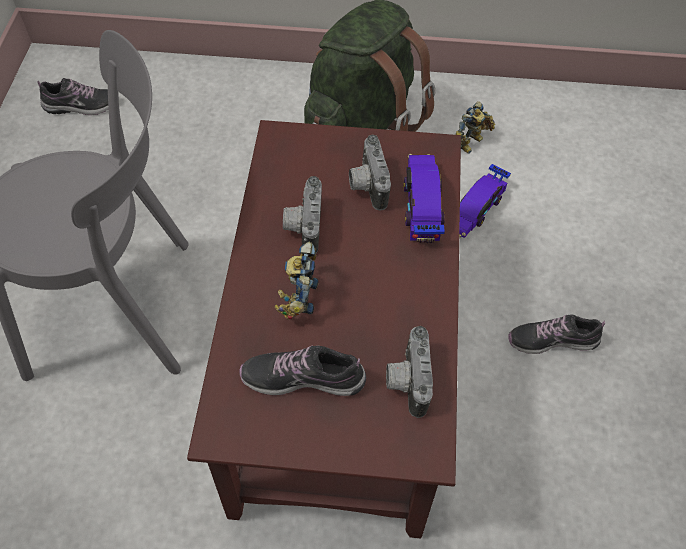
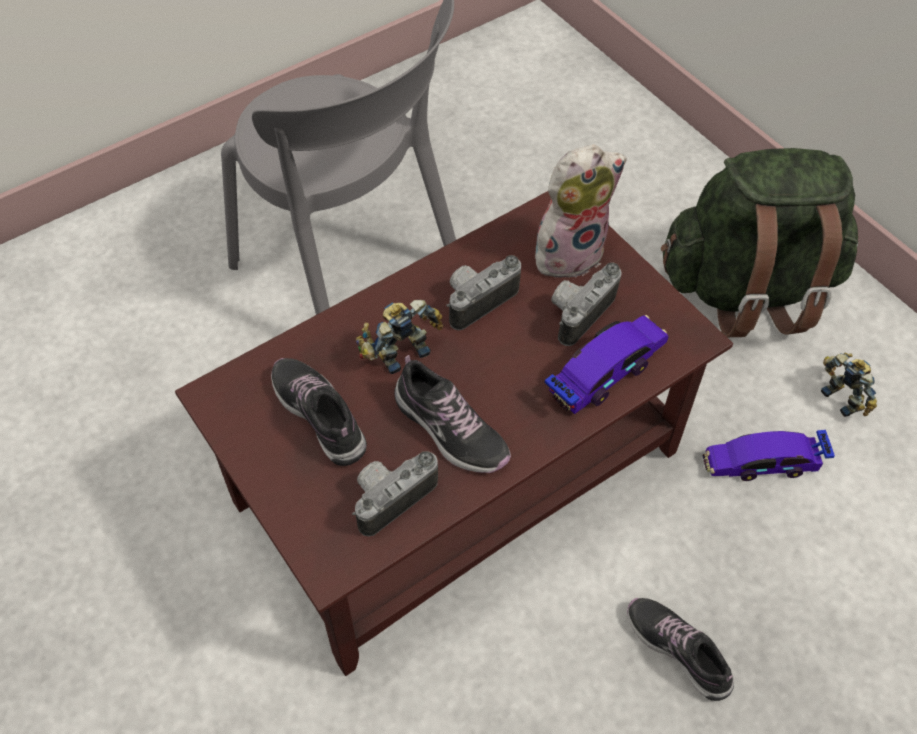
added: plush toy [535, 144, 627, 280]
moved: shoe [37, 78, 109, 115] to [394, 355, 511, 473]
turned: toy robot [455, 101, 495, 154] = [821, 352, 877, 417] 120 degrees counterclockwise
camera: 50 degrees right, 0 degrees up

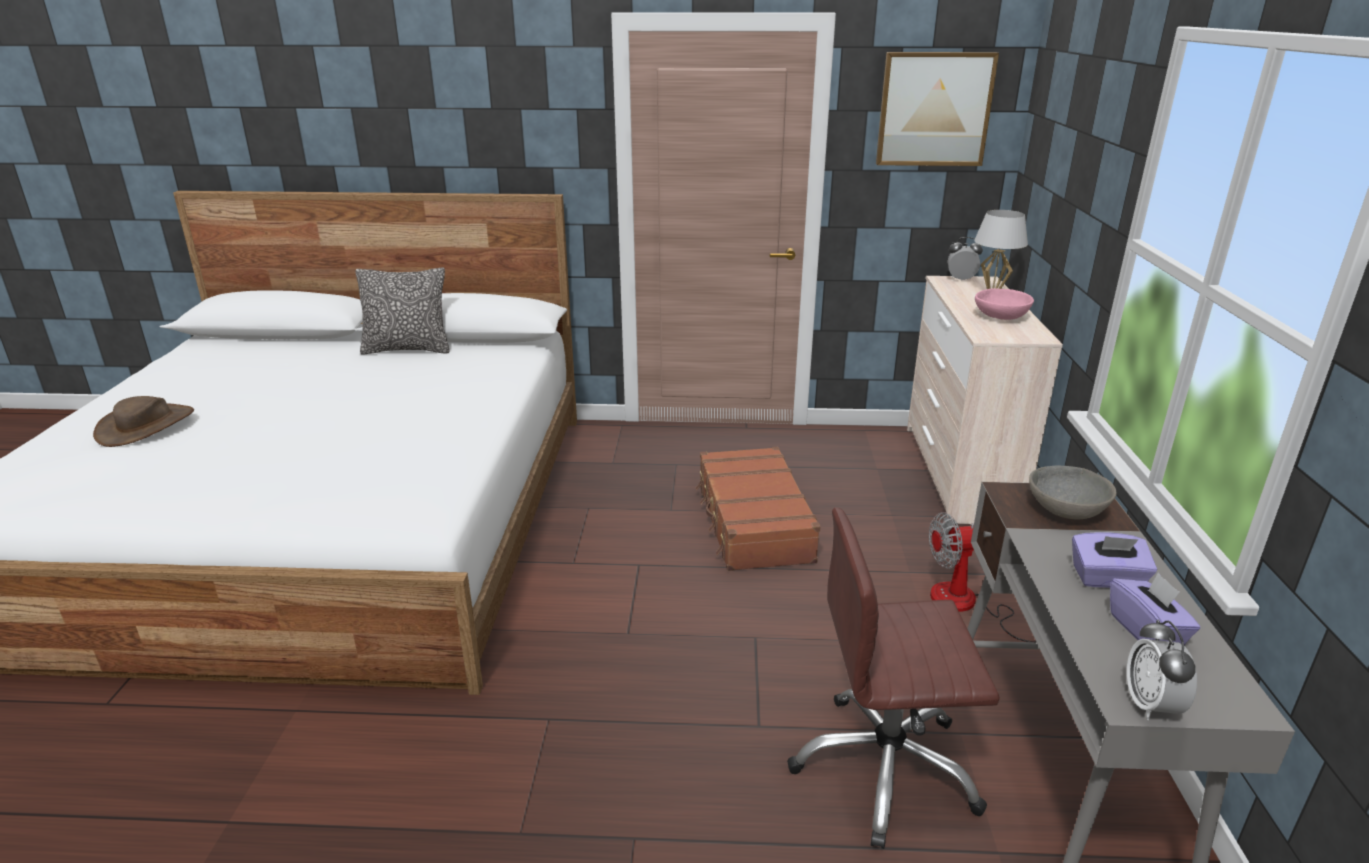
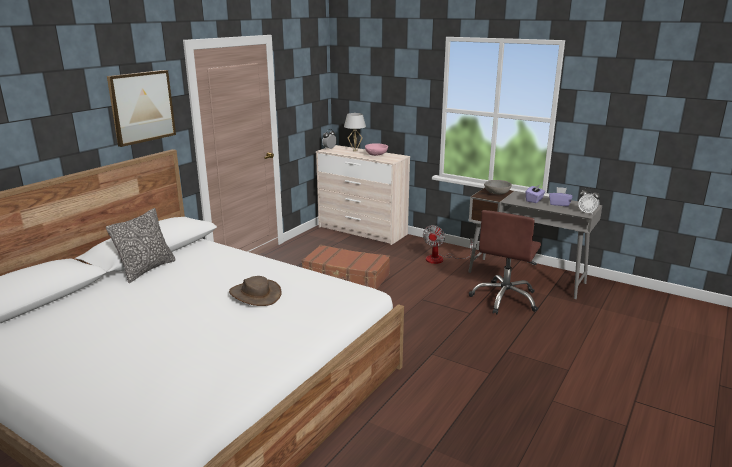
moved: brown hat [93, 396, 194, 447] to [229, 276, 281, 306]; picture [876, 52, 999, 166] to [107, 70, 176, 147]
camera: 60 degrees left, 5 degrees down

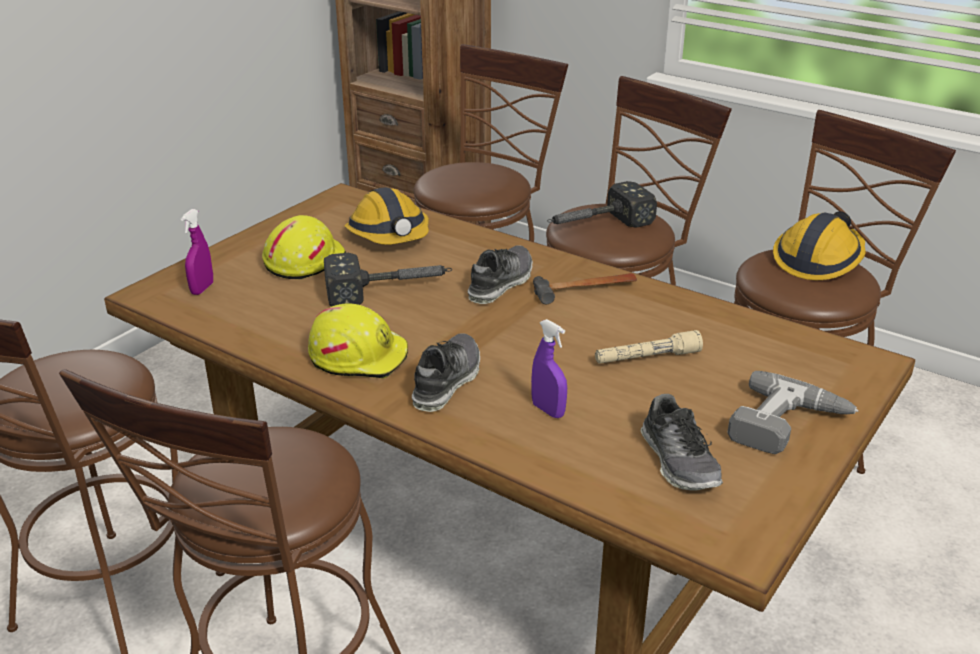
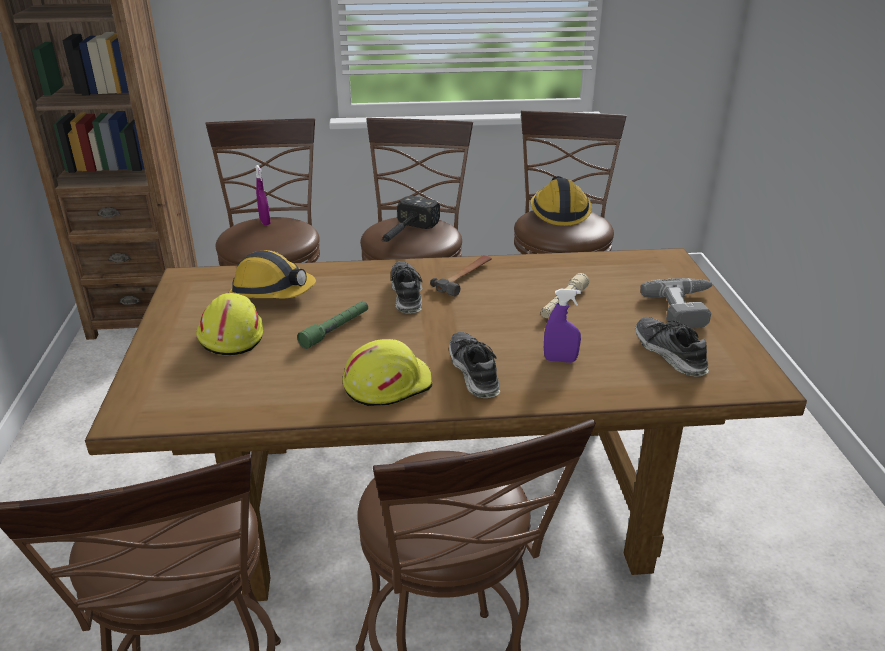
moved: purple spray bottle [181, 209, 213, 295] to [255, 165, 270, 225]
replaced: hammer [324, 253, 452, 307] to green flashlight [297, 301, 368, 349]
turned: shoe [640, 394, 723, 491] = [635, 317, 709, 377] 150 degrees counterclockwise
camera: 40 degrees left, 0 degrees up

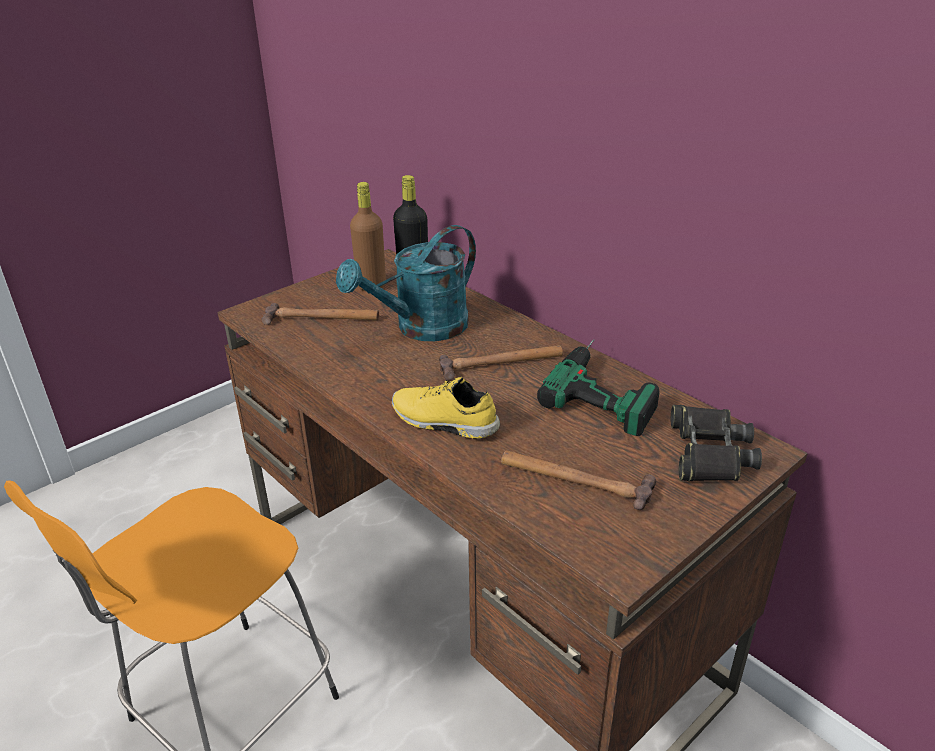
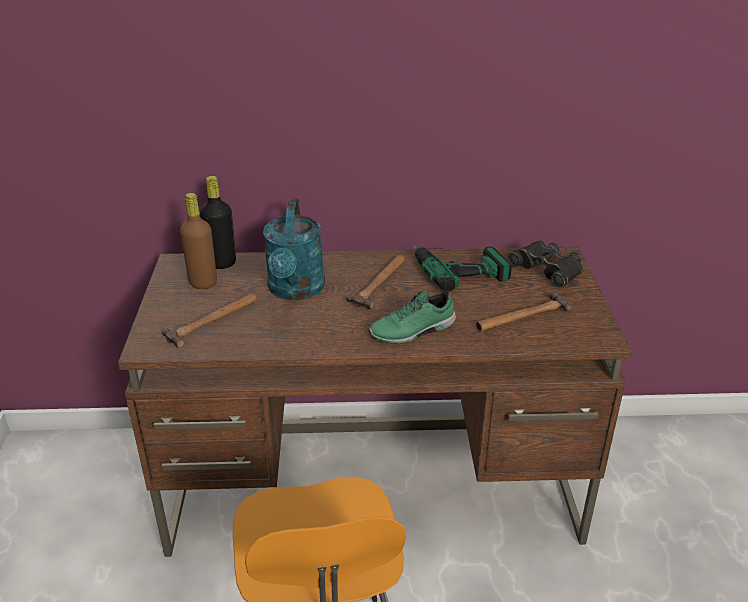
recoloured: yellow shoe [392, 377, 500, 439] to green shoe [368, 290, 456, 344]
camera: 50 degrees left, 0 degrees up

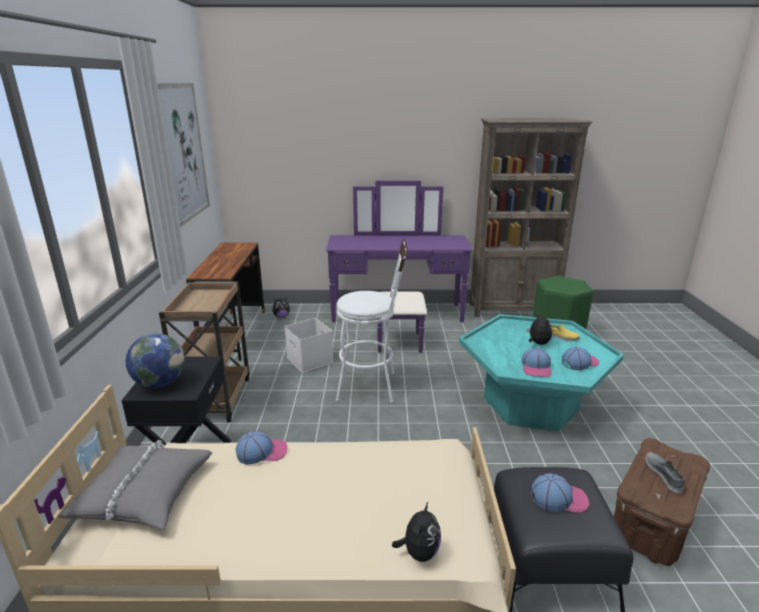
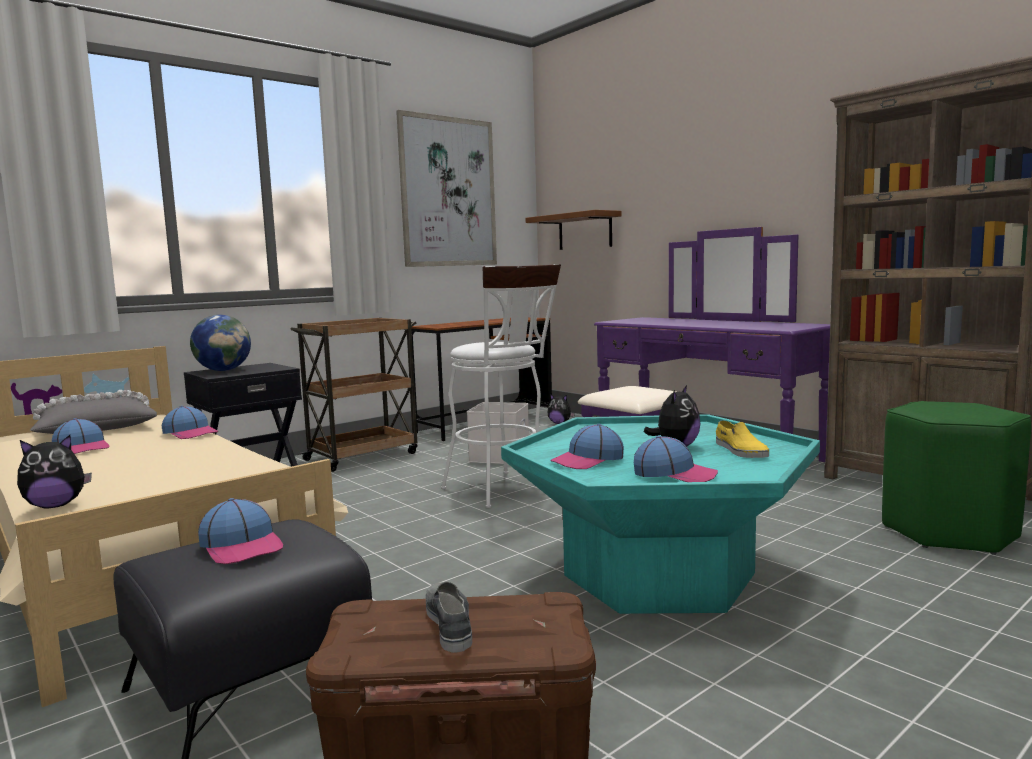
added: cap [52, 418, 110, 454]; brown shelf [526, 210, 621, 250]
turned: grey shoe [645, 452, 685, 493] = [426, 582, 472, 653] 60 degrees counterclockwise
camera: 50 degrees right, 15 degrees down

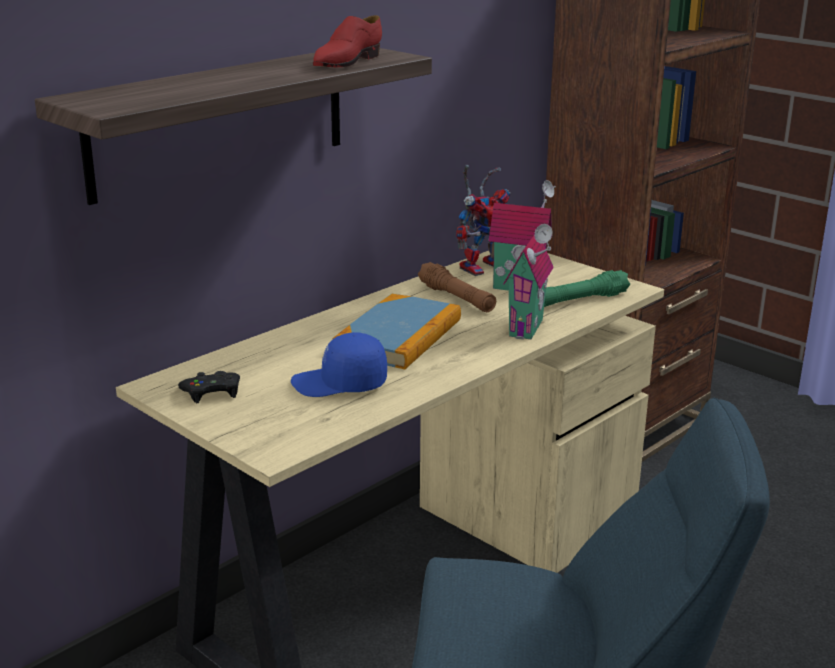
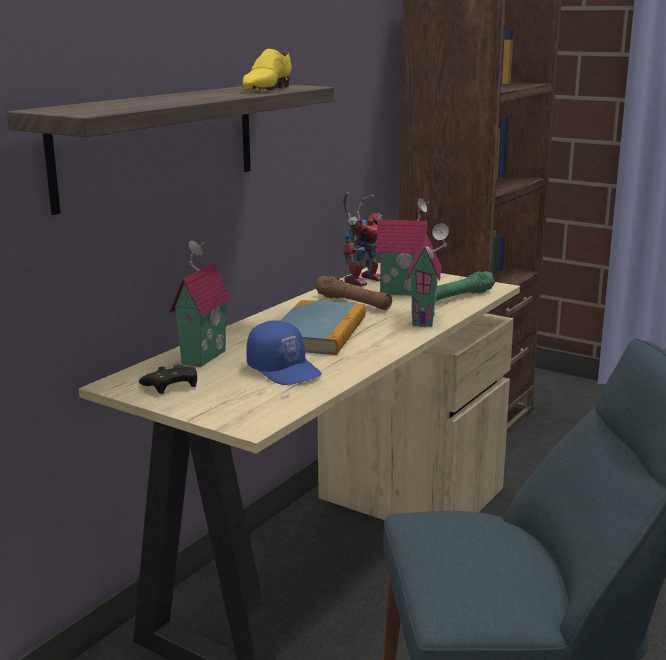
added: toy house [170, 240, 232, 367]
recoloured: red shoe [313, 15, 382, 67] to yellow shoe [242, 49, 291, 91]
turned: blue cap [291, 332, 387, 397] = [246, 320, 322, 385] 120 degrees counterclockwise
camera: 10 degrees left, 5 degrees down

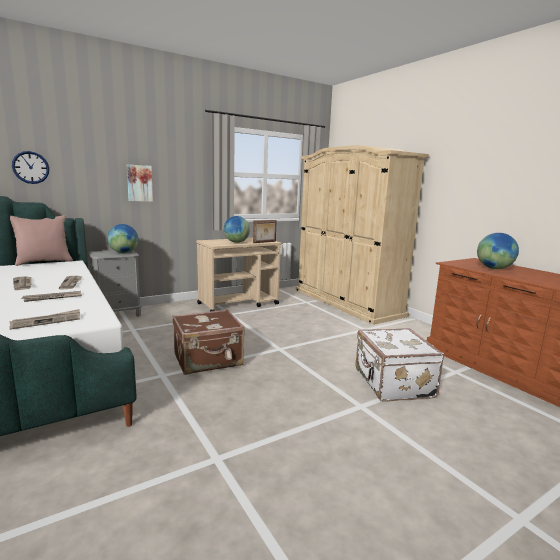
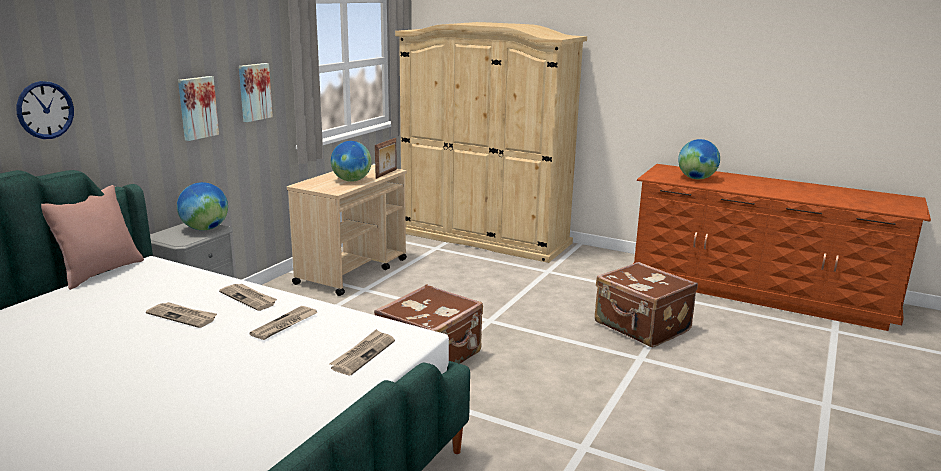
added: picture [239, 63, 273, 122]
recoloured: white suitcase [355, 328, 444, 402] to brown suitcase [595, 262, 698, 347]
camera: 30 degrees left, 5 degrees up

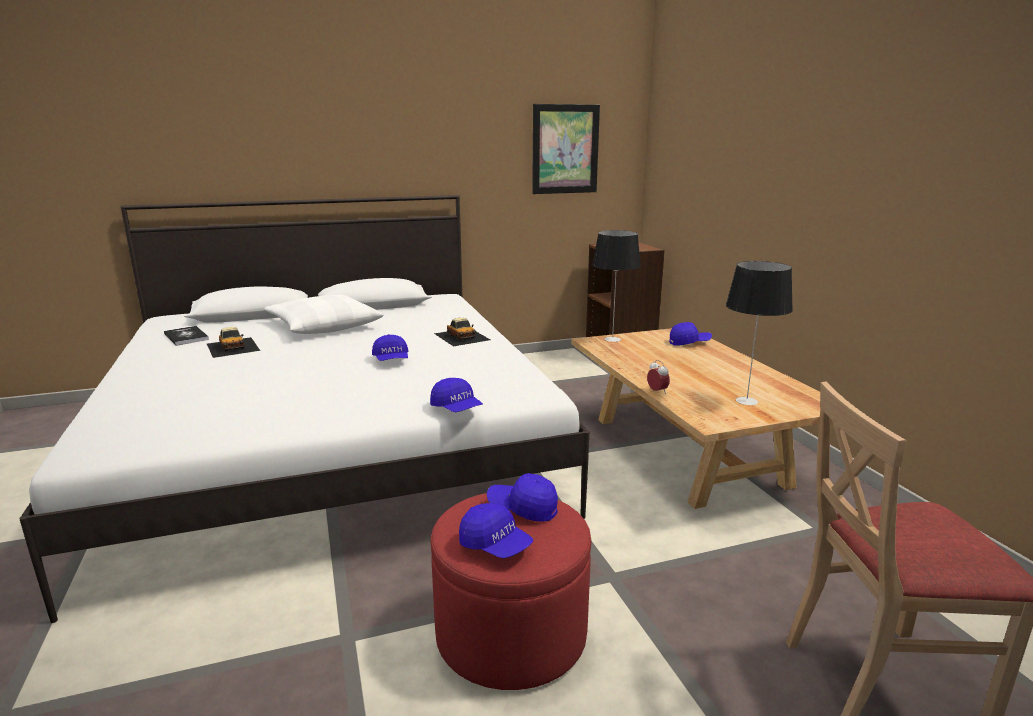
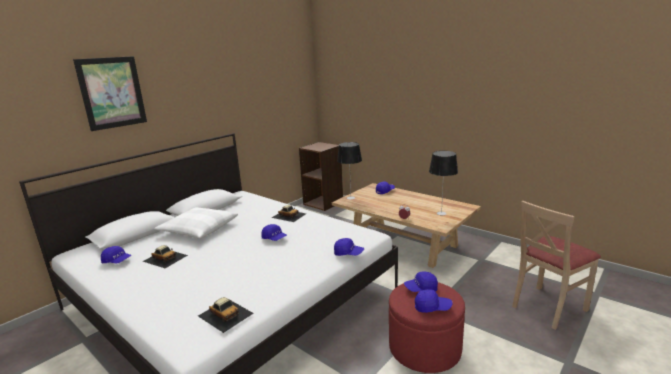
added: toy car [198, 297, 253, 333]
moved: picture [532, 104, 600, 194] to [73, 56, 147, 131]
replaced: book [164, 326, 209, 346] to blue cap [101, 246, 131, 263]
camera: 30 degrees left, 0 degrees up

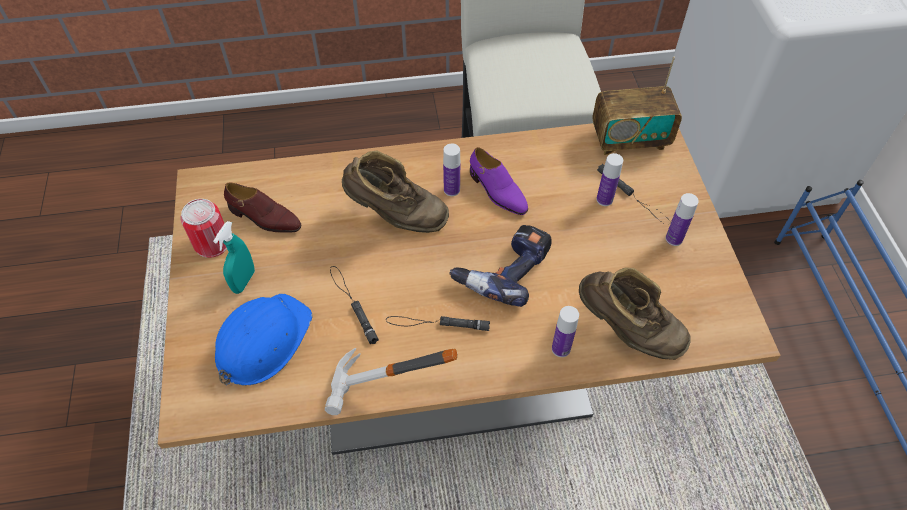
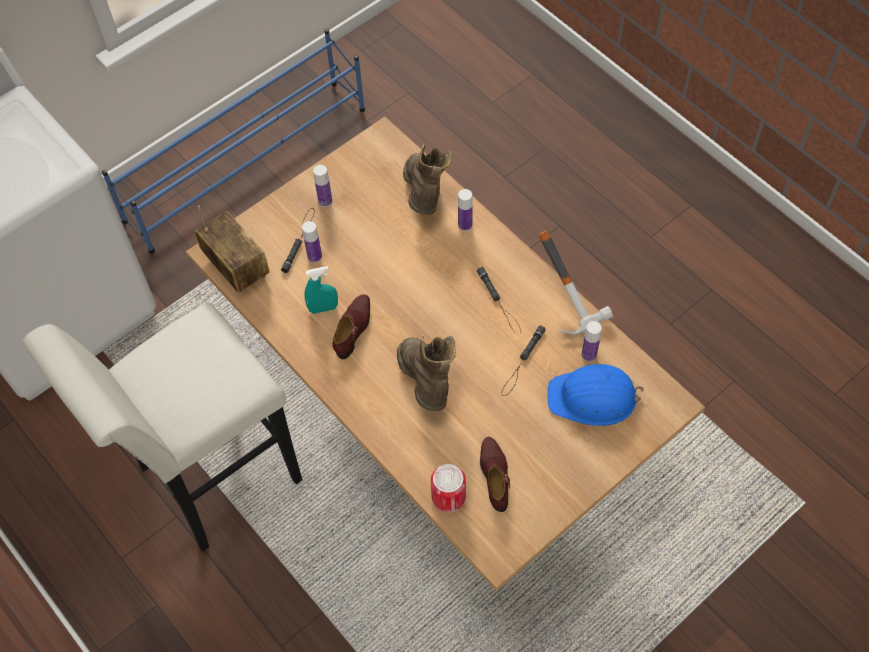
removed: power drill [449, 225, 552, 307]
moved: can [181, 199, 227, 258] to [431, 464, 466, 512]; turquoise spray bottle [213, 221, 255, 294] to [305, 266, 338, 314]; bottle [443, 144, 460, 196] to [581, 321, 602, 362]
recoloured: purple shoe [470, 147, 528, 215] to brown shoe [332, 295, 370, 359]
camera: 120 degrees left, 5 degrees up

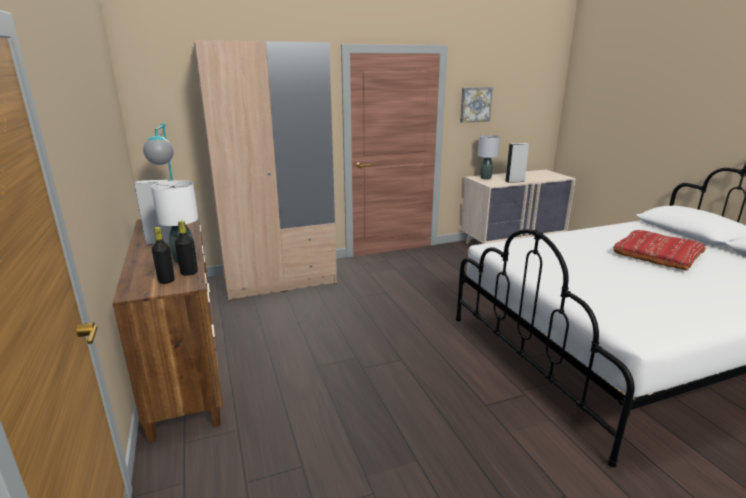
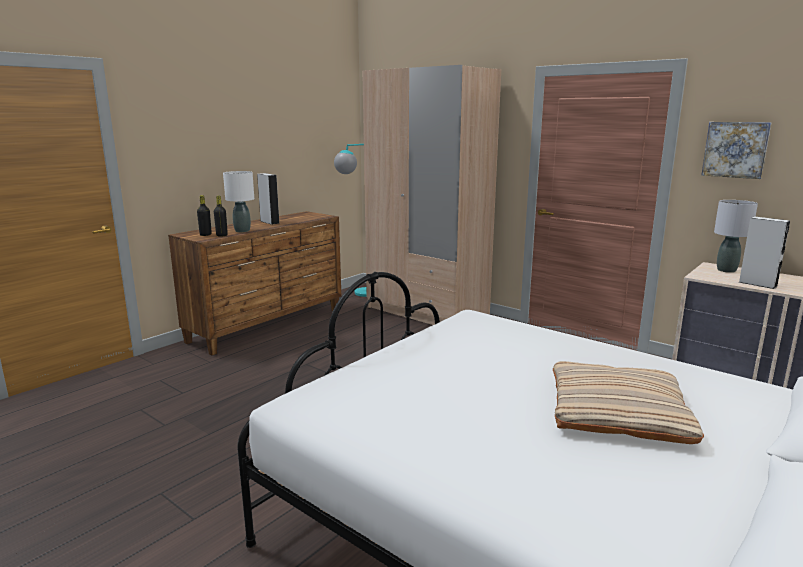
recoloured: red pillow [613, 230, 706, 270] to beige pillow [553, 361, 704, 444]
camera: 60 degrees right, 5 degrees down

